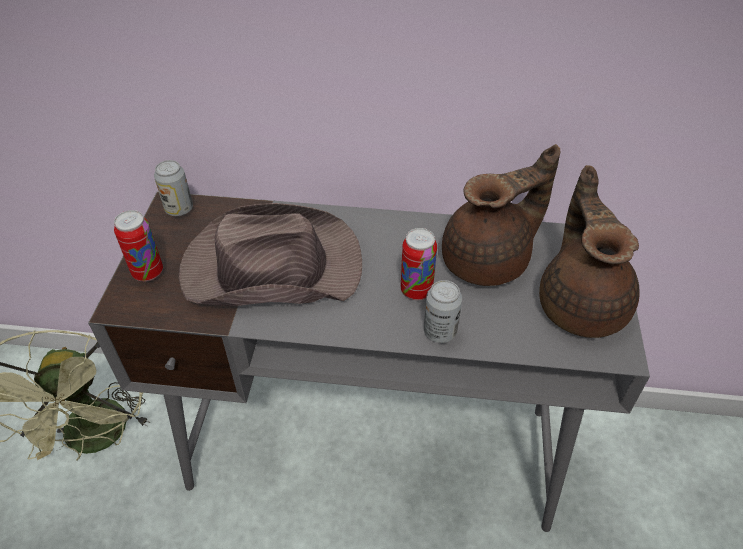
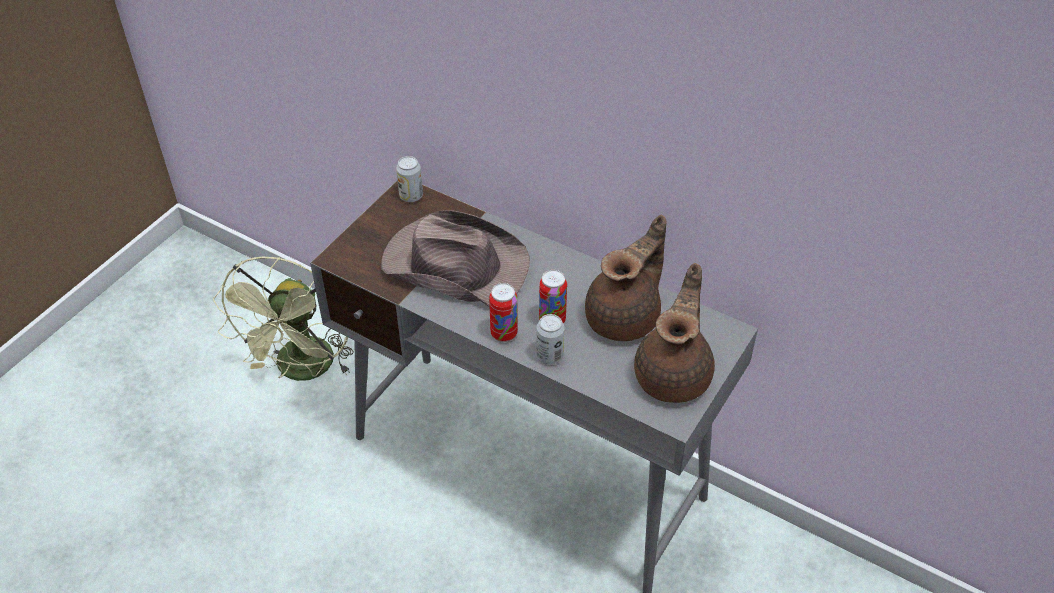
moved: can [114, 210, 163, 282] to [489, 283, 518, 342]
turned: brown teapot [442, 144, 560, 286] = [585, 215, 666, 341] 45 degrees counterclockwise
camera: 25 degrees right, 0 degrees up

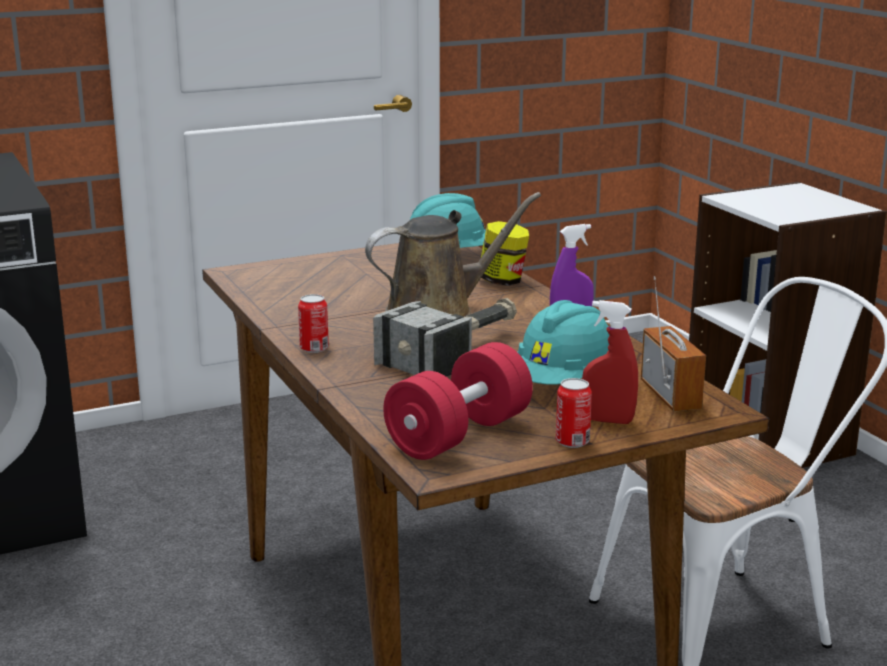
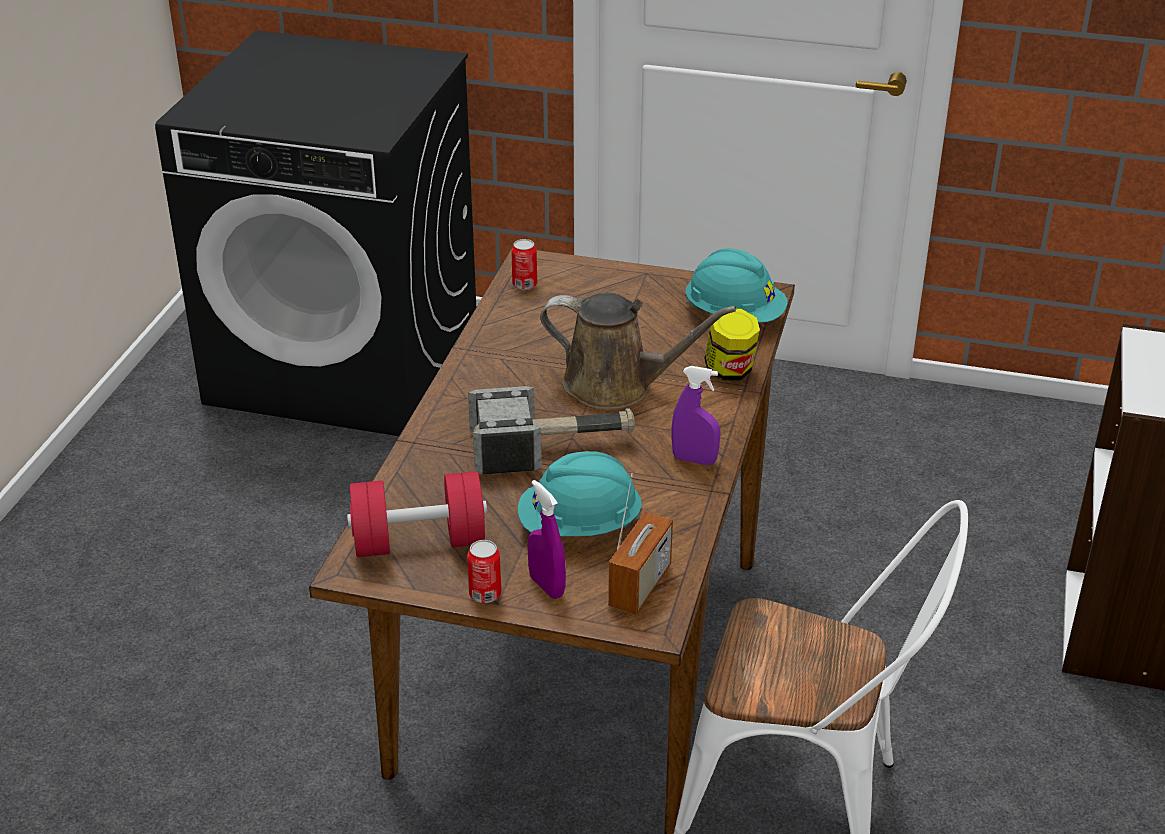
moved: can [298, 294, 329, 353] to [512, 239, 537, 290]
recoloured: red spray bottle [582, 300, 638, 424] to purple spray bottle [527, 480, 566, 599]
camera: 40 degrees right, 15 degrees up

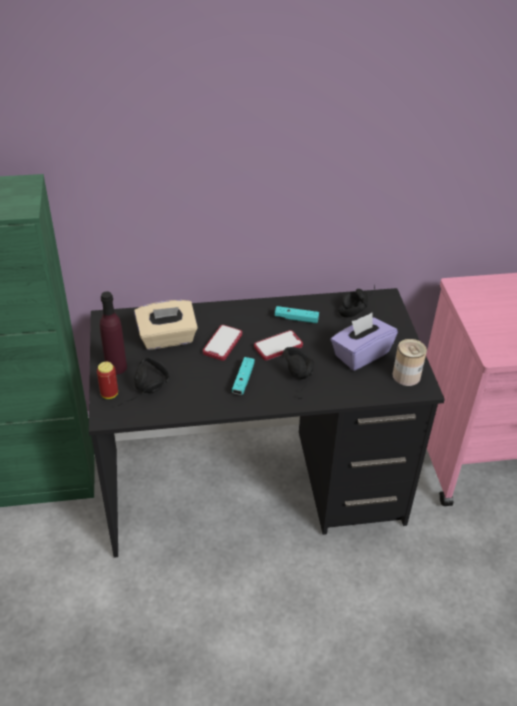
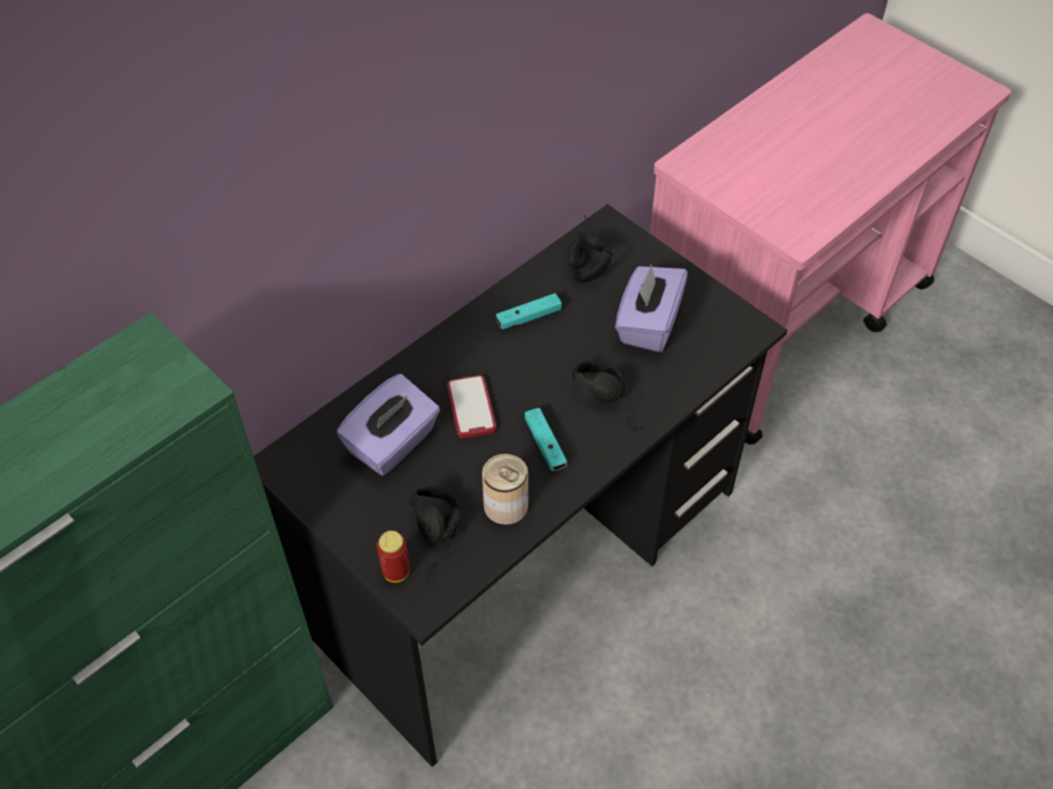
removed: purple bottle [100, 291, 127, 375]; phone [254, 330, 303, 360]
moved: can [392, 339, 427, 386] to [482, 454, 528, 525]
recoloured: beige tissue box [134, 300, 198, 350] to purple tissue box [337, 374, 440, 476]
camera: 35 degrees left, 10 degrees up

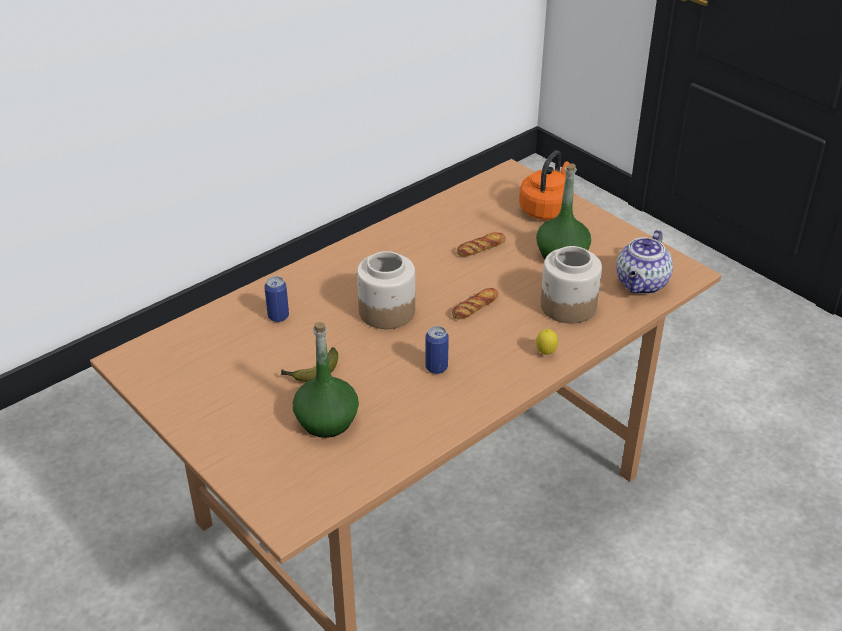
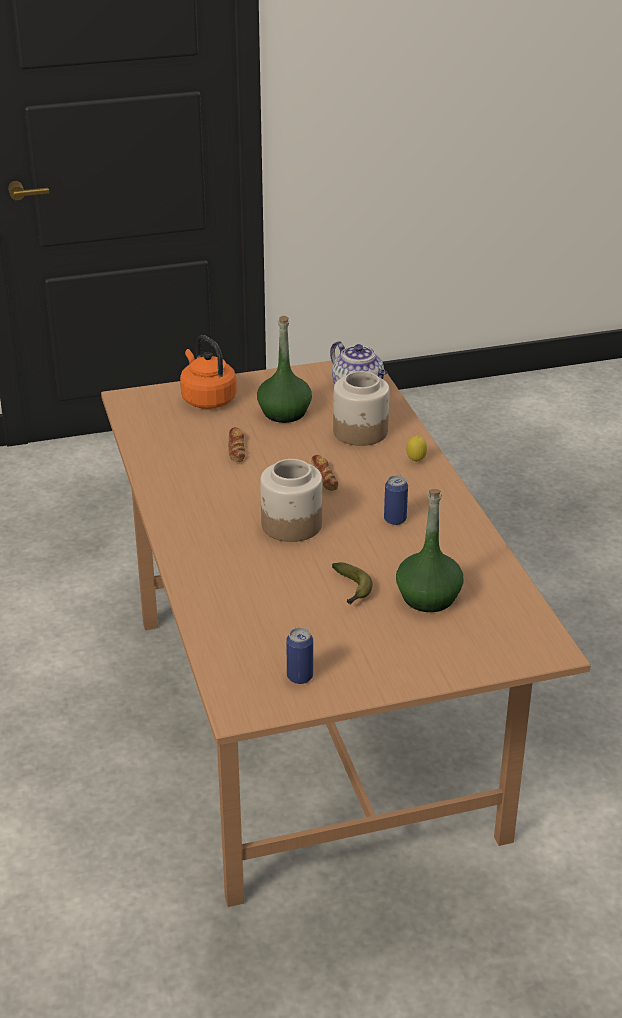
moved: can [264, 276, 289, 322] to [286, 627, 313, 684]
camera: 65 degrees left, 5 degrees down

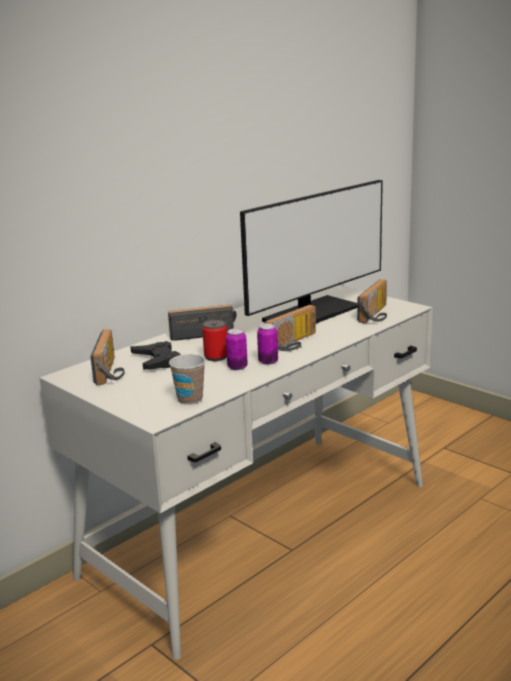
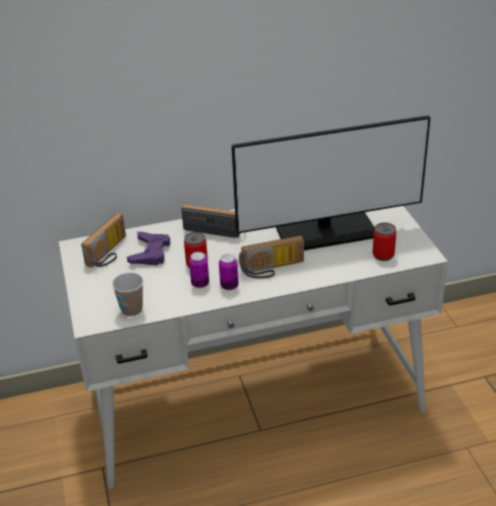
replaced: radio [357, 279, 387, 323] to can [373, 223, 396, 261]
recoloured: black game controller [130, 341, 180, 370] to purple game controller [127, 232, 170, 265]
camera: 30 degrees right, 15 degrees up

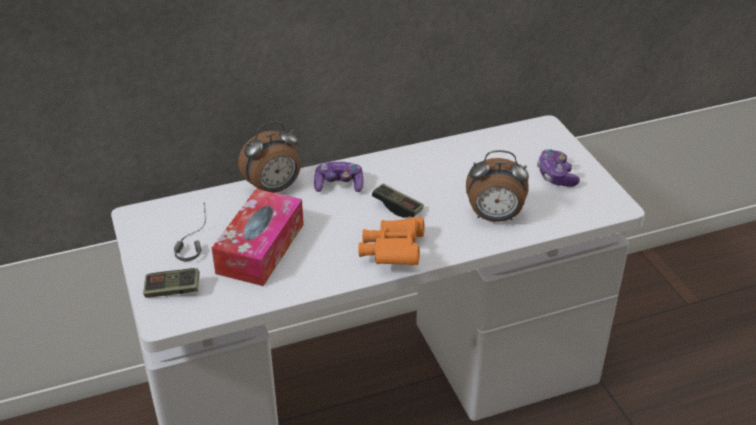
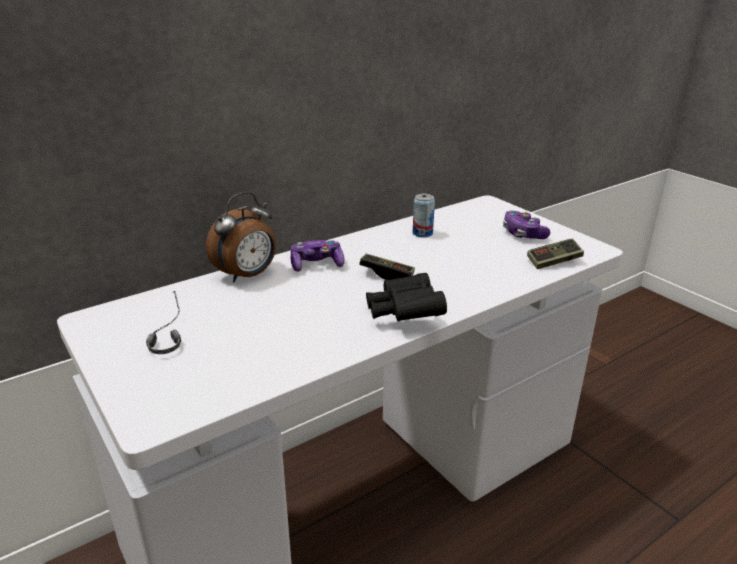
removed: tissue box [212, 189, 304, 286]; alarm clock [466, 150, 529, 222]
added: can [413, 194, 435, 238]
moved: game controller [143, 268, 200, 298] to [527, 238, 584, 269]
recoloured: orange binoculars [358, 217, 425, 265] to black binoculars [366, 273, 447, 321]
camera: 15 degrees left, 10 degrees down

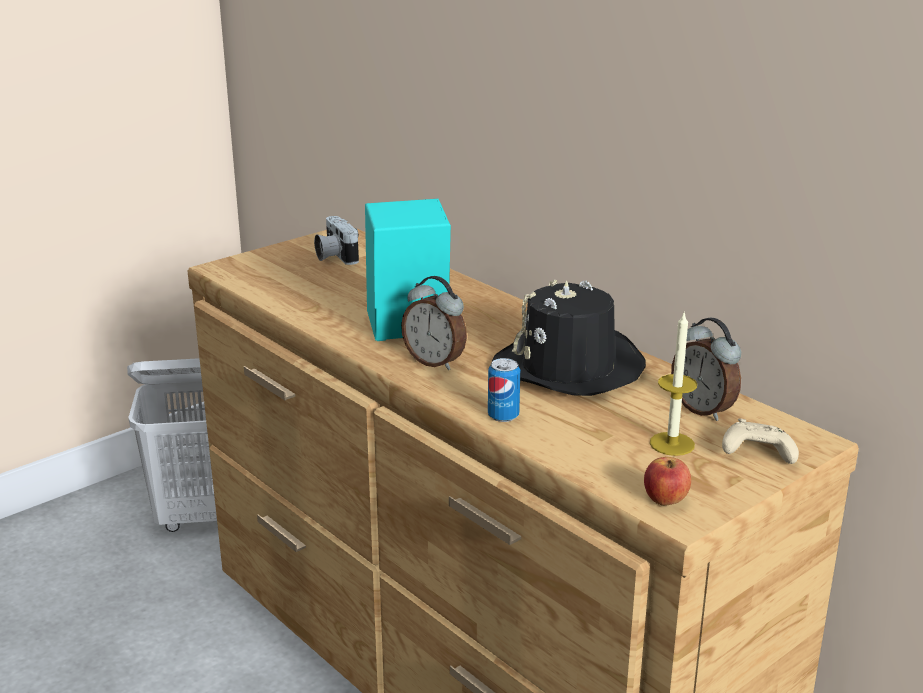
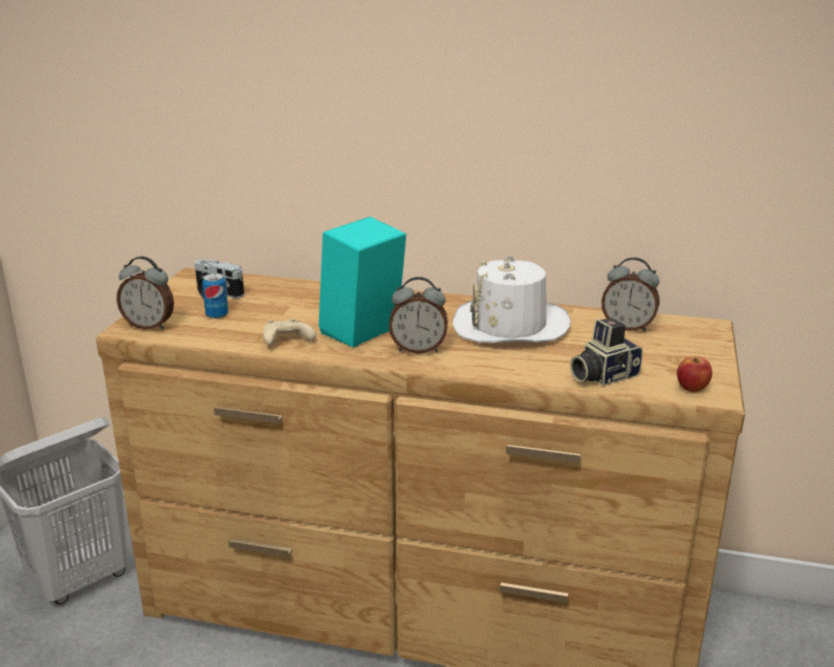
removed: candle [650, 313, 697, 456]
added: alarm clock [117, 256, 174, 330]; photo camera [570, 318, 643, 386]
moved: can [488, 358, 520, 422] to [202, 273, 228, 319]; beige game controller [722, 418, 799, 464] to [263, 319, 316, 345]
recoloured: black hat [492, 280, 646, 396] to white hat [453, 255, 571, 343]
camera: 35 degrees left, 0 degrees up

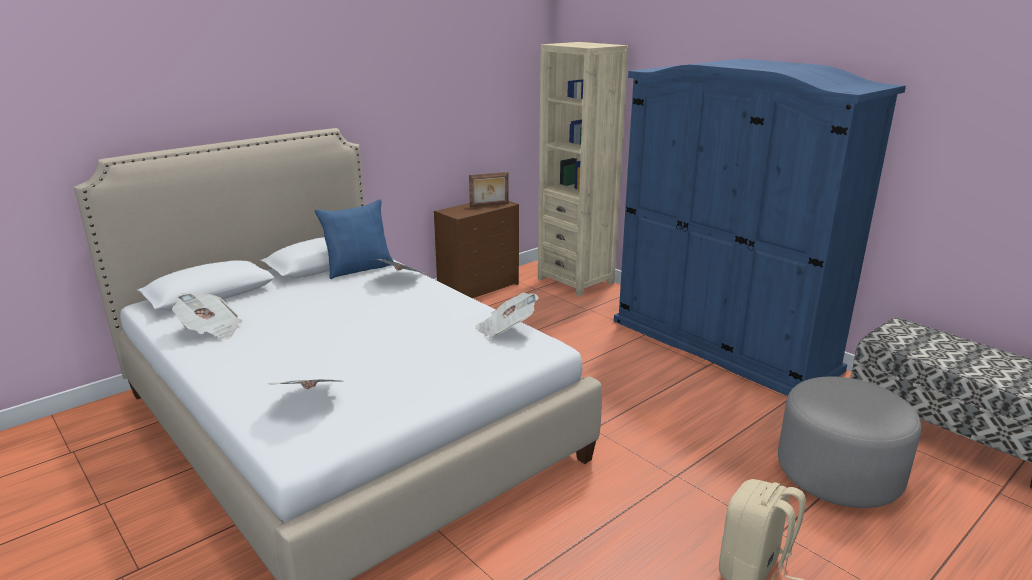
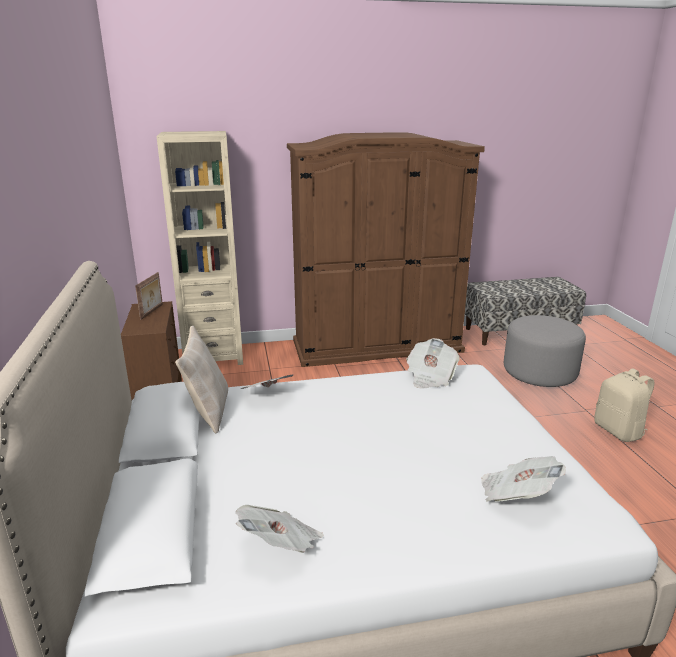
recoloured: blue pillow [315, 199, 394, 279] to beige pillow [175, 326, 228, 434]; blue wardrobe [614, 59, 906, 396] to brown wardrobe [287, 132, 485, 367]
camera: 60 degrees left, 0 degrees up

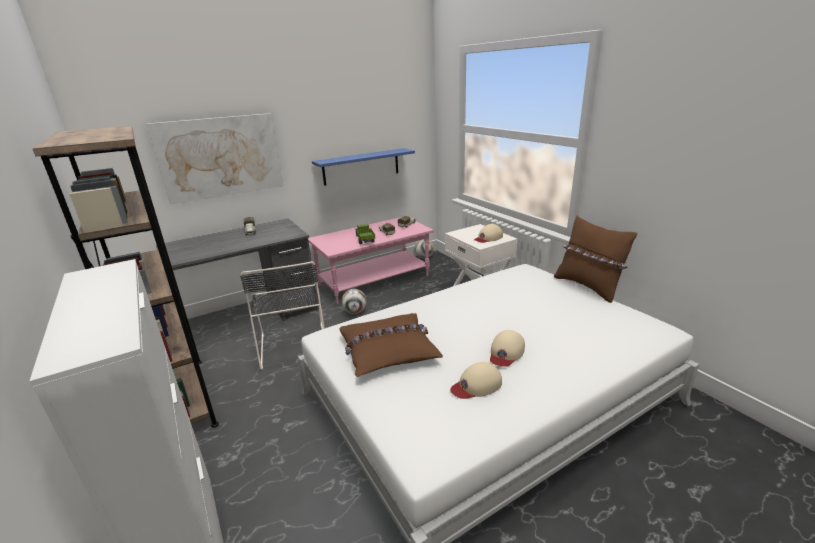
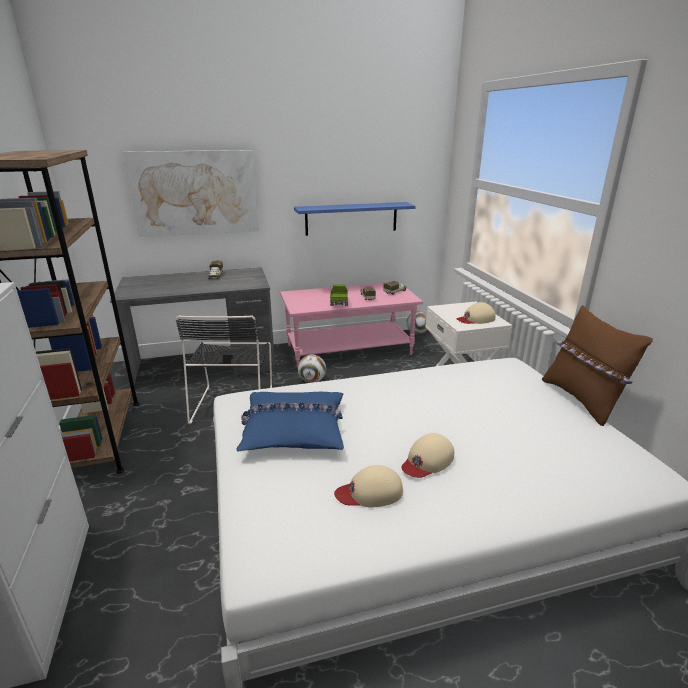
recoloured: brown pillow [339, 313, 443, 377] to blue pillow [237, 392, 344, 451]
camera: 15 degrees right, 0 degrees up

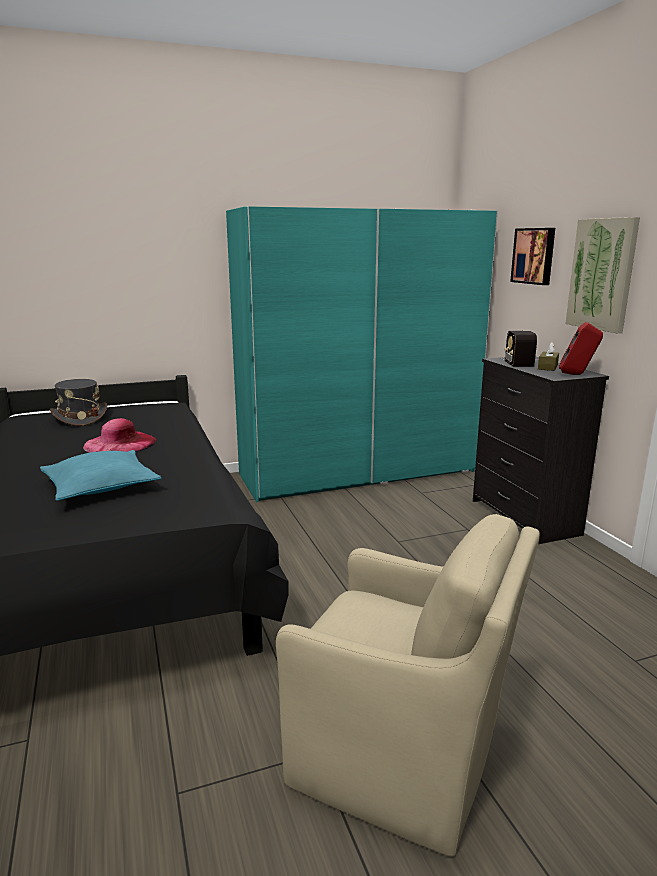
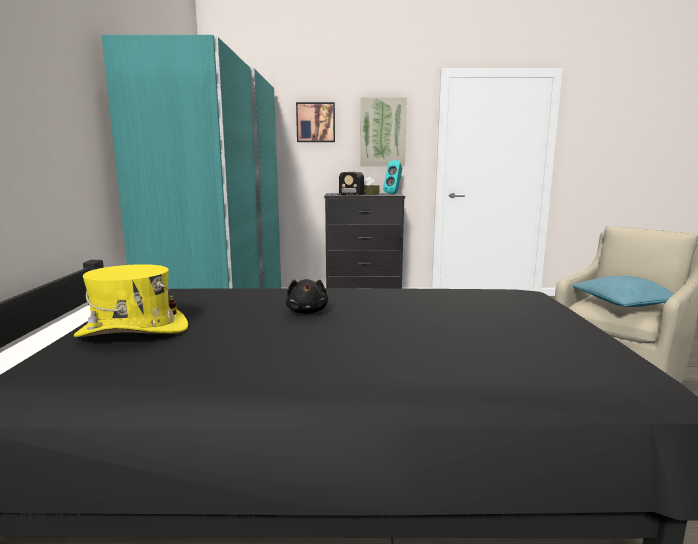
moved: turquoise pillow [40, 450, 161, 501] to [573, 276, 690, 307]
replaced: pink hat [83, 418, 157, 453] to black plush toy [286, 279, 328, 314]
recoloured: grey hat [50, 379, 107, 426] to yellow hat [73, 264, 188, 337]; red speaker [559, 322, 603, 375] to turquoise speaker [383, 160, 402, 194]
camera: 70 degrees left, 5 degrees down

